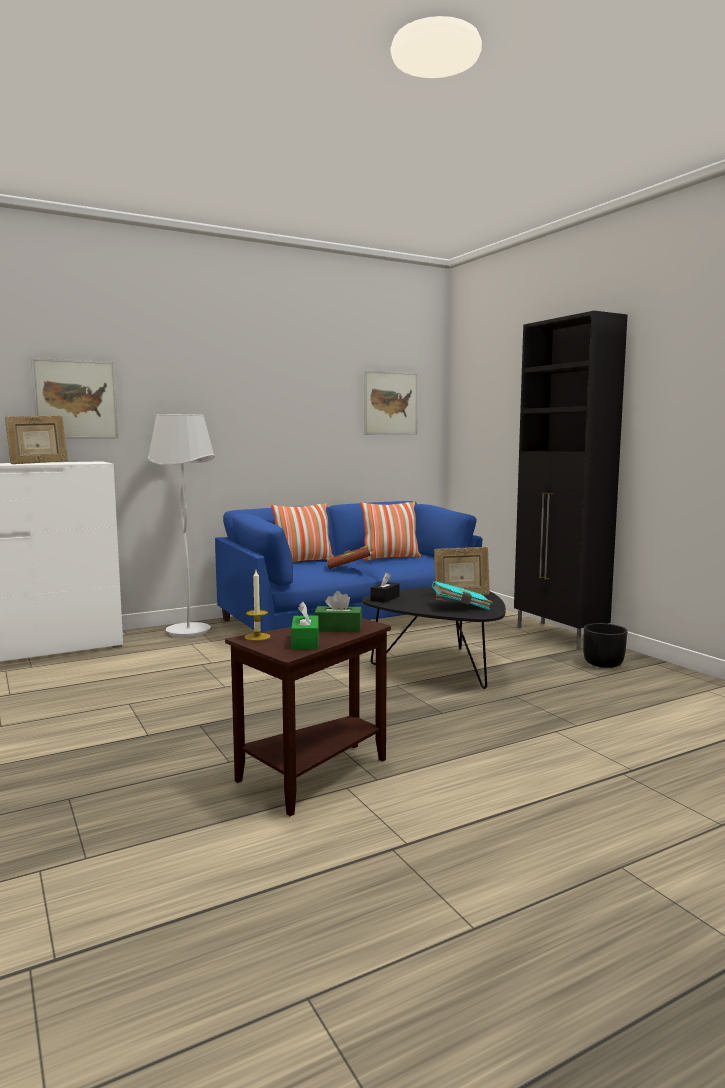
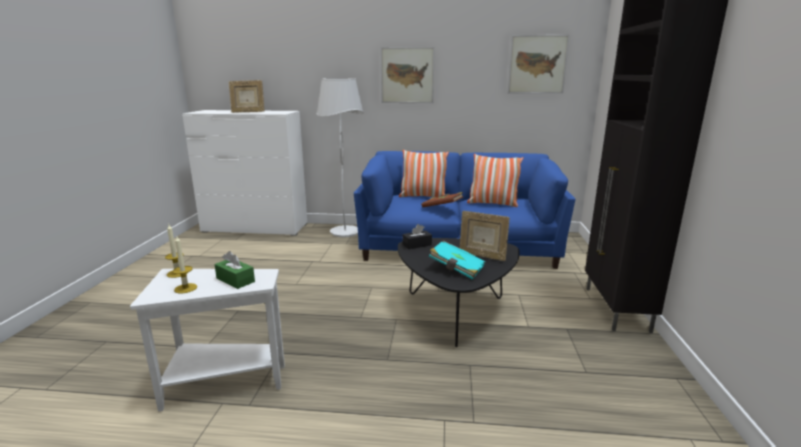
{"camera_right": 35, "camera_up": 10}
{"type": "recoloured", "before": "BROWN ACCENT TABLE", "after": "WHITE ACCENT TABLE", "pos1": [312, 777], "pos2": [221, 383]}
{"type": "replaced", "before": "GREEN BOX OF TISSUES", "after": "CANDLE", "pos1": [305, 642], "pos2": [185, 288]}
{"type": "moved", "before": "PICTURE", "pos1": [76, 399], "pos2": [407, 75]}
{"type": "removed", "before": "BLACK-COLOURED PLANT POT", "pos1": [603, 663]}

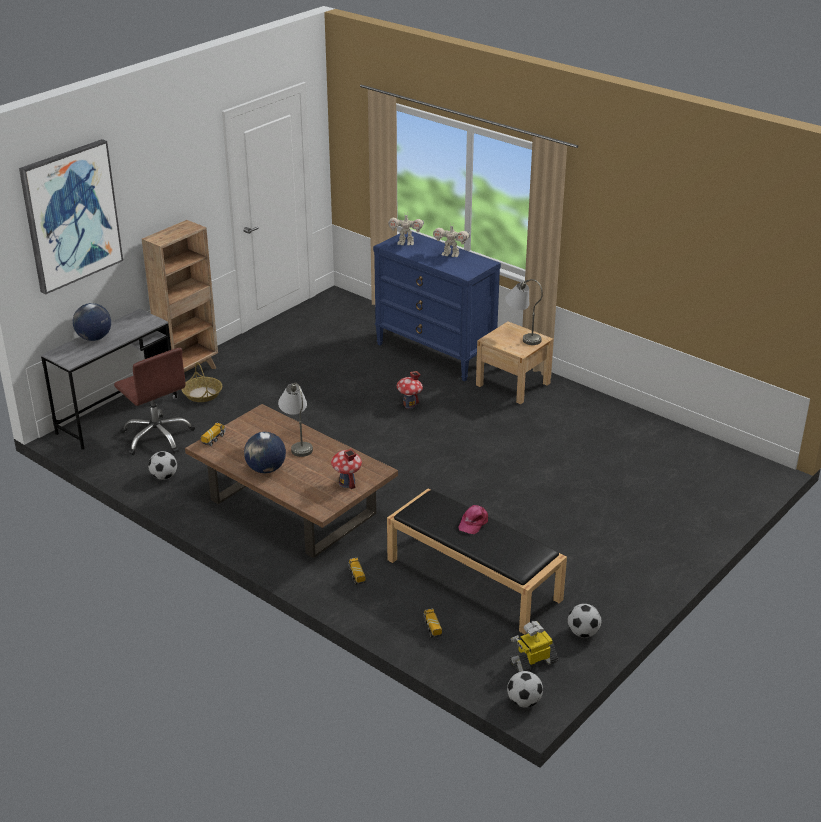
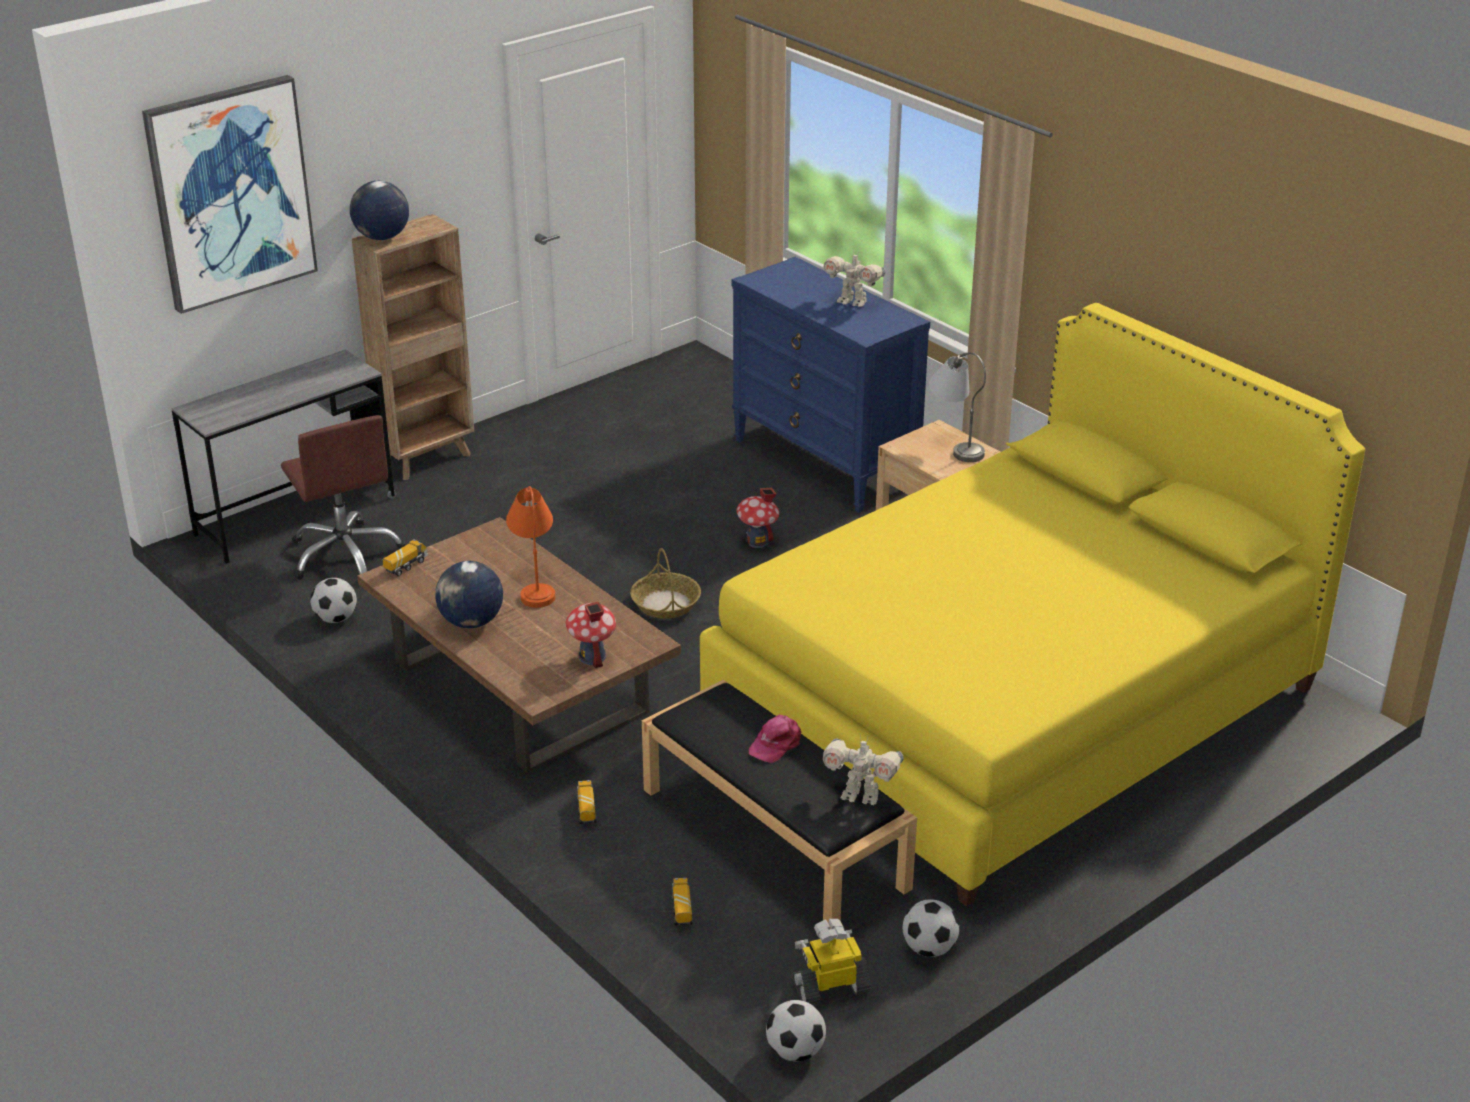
{"camera_right": 10, "camera_up": 0}
{"type": "moved", "before": "WORLD GLOBE", "pos1": [94, 338], "pos2": [381, 237]}
{"type": "recoloured", "before": "GRAY LAMP FOR A TABLE", "after": "ORANGE LAMP FOR A TABLE", "pos1": [298, 442], "pos2": [535, 584]}
{"type": "moved", "before": "BASKET", "pos1": [202, 394], "pos2": [665, 603]}
{"type": "added", "after": "YELLOW SLEEPING BED", "pos2": [1012, 702]}
{"type": "moved", "before": "MODEL ROBOT", "pos1": [406, 243], "pos2": [860, 795]}

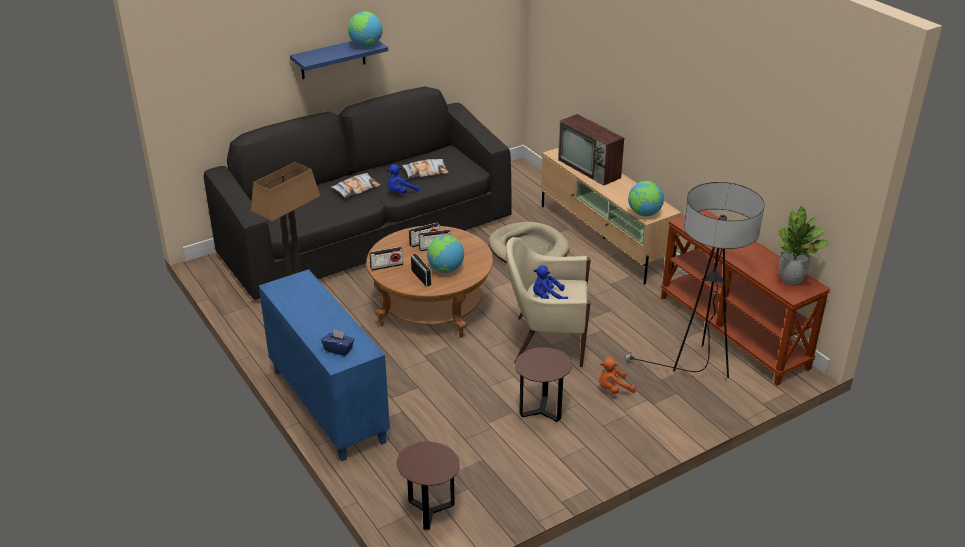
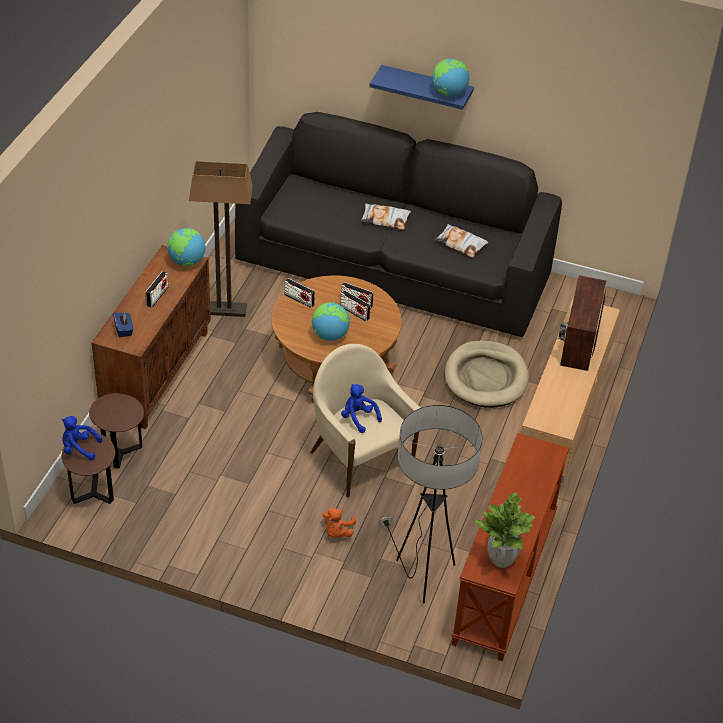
{"camera_right": 50, "camera_up": 10}
{"type": "moved", "before": "BLUE PLUSH TOY", "pos1": [400, 193], "pos2": [79, 448]}
{"type": "moved", "before": "BROWN ACCENT TABLE", "pos1": [541, 411], "pos2": [120, 453]}
{"type": "recoloured", "before": "BLUE CABINET", "after": "BROWN CABINET", "pos1": [326, 405], "pos2": [157, 373]}
{"type": "moved", "before": "RADIO SET", "pos1": [421, 277], "pos2": [157, 296]}
{"type": "moved", "before": "WORLD GLOBE", "pos1": [644, 214], "pos2": [186, 262]}
{"type": "turned", "before": "ORANGE PLUSH TOY", "pos1": [613, 389], "pos2": [337, 532], "turn": -105}

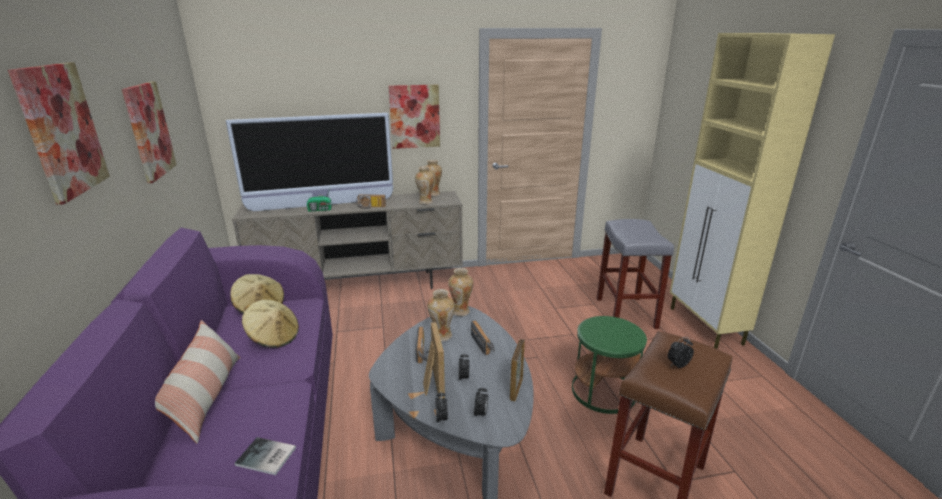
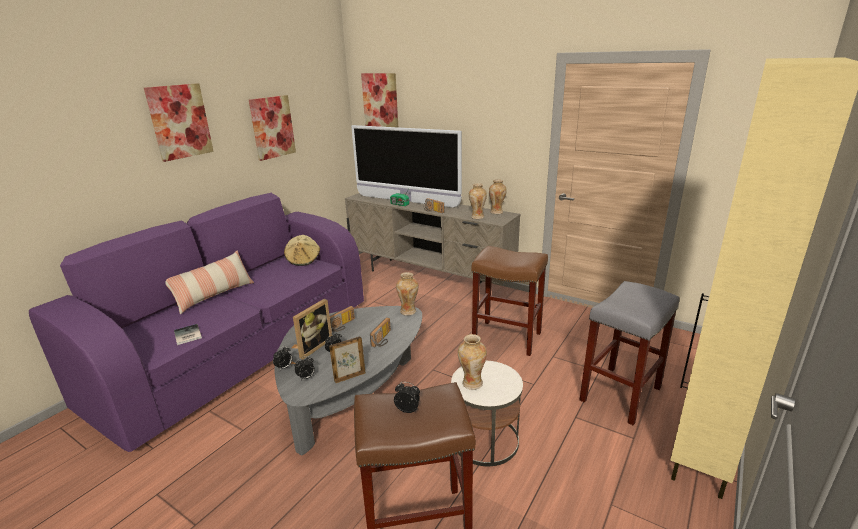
{"camera_right": 45, "camera_up": 0}
{"type": "moved", "before": "PICTURE", "pos1": [414, 116], "pos2": [380, 100]}
{"type": "recoloured", "before": "GREEN ACCENT TABLE", "after": "WHITE ACCENT TABLE", "pos1": [604, 391], "pos2": [485, 440]}
{"type": "moved", "before": "VASE", "pos1": [441, 336], "pos2": [471, 383]}
{"type": "added", "after": "BROWN STOOL SEAT", "pos2": [508, 337]}
{"type": "removed", "before": "SAND-COLOURED WEARABLE HAT", "pos1": [273, 337]}

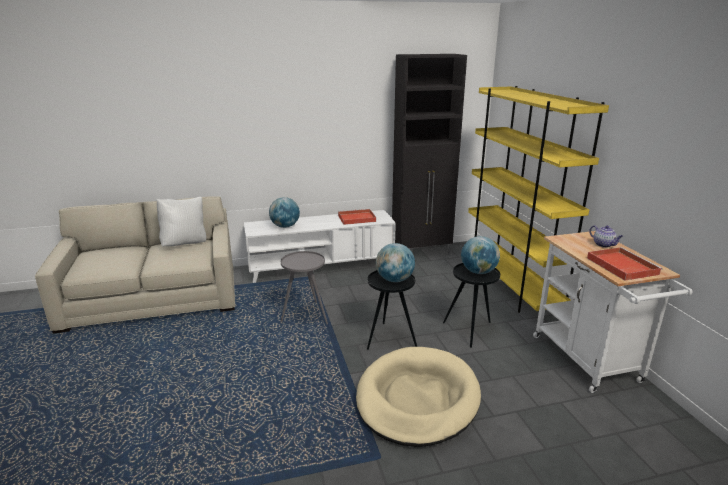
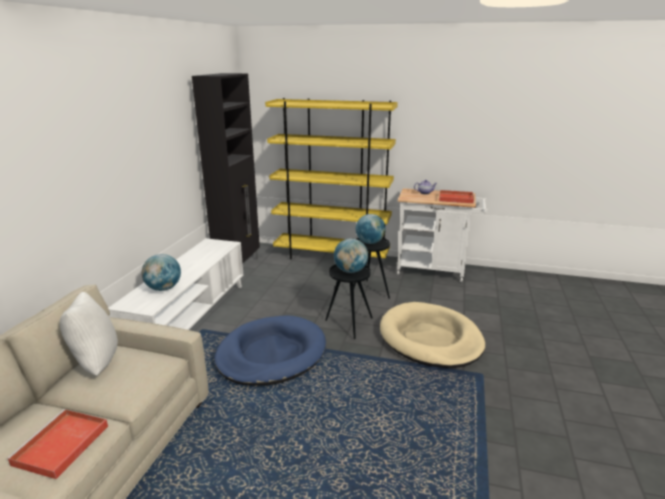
{"camera_right": -60, "camera_up": 0}
{"type": "moved", "before": "RED-COLOURED CARRYING TRAY", "pos1": [356, 218], "pos2": [60, 446]}
{"type": "replaced", "before": "GRAY ACCENT TABLE", "after": "BLUE DOG CUSHION", "pos1": [305, 316], "pos2": [271, 354]}

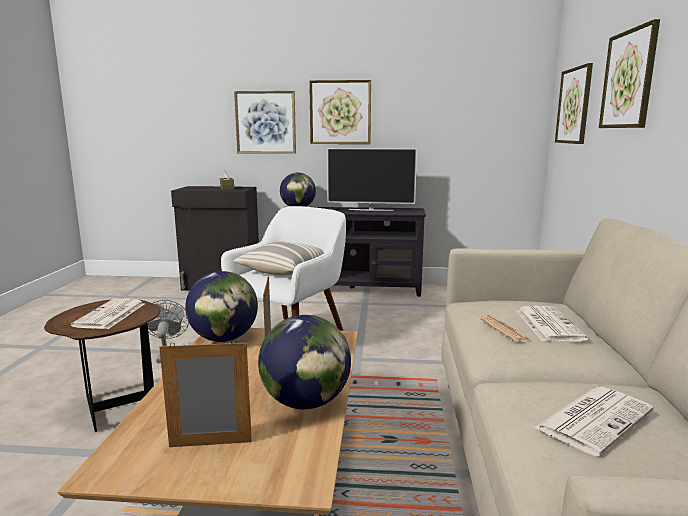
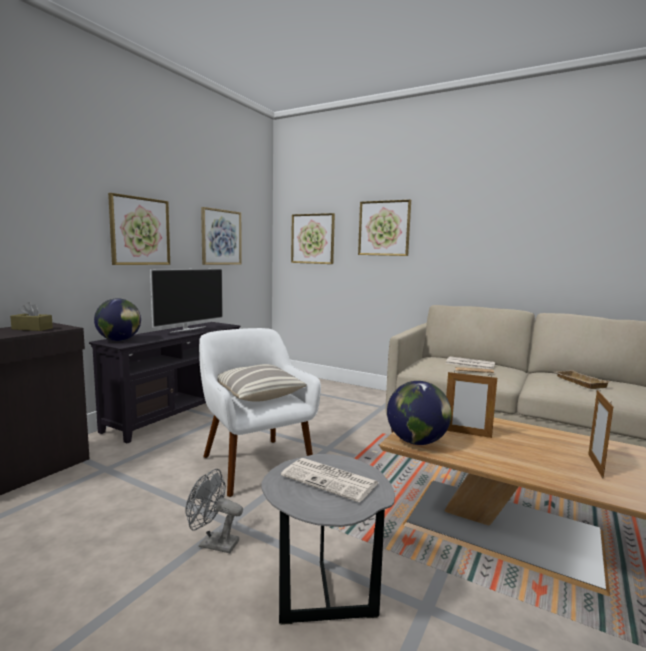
{"camera_right": -65, "camera_up": -5}
{"type": "moved", "before": "PICTURE", "pos1": [265, 122], "pos2": [221, 237]}
{"type": "recoloured", "before": "BROWN ACCENT TABLE", "after": "GRAY ACCENT TABLE", "pos1": [116, 406], "pos2": [324, 596]}
{"type": "replaced", "before": "NEWSPAPER", "after": "SAND-COLOURED CARRYING TRAY", "pos1": [594, 419], "pos2": [578, 382]}
{"type": "removed", "before": "WORLD GLOBE", "pos1": [305, 402]}

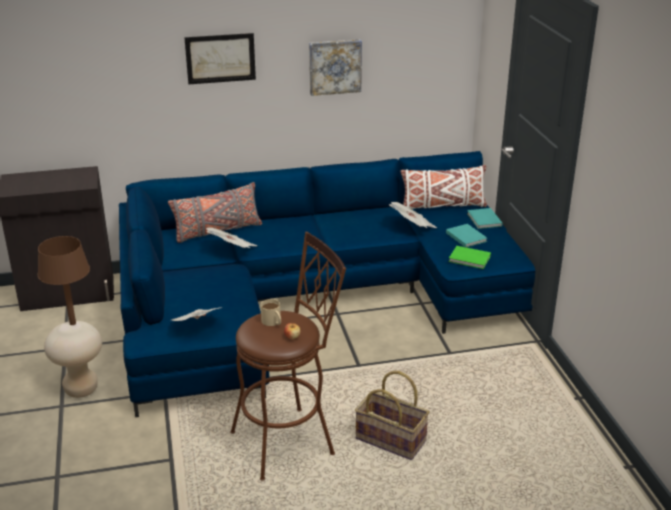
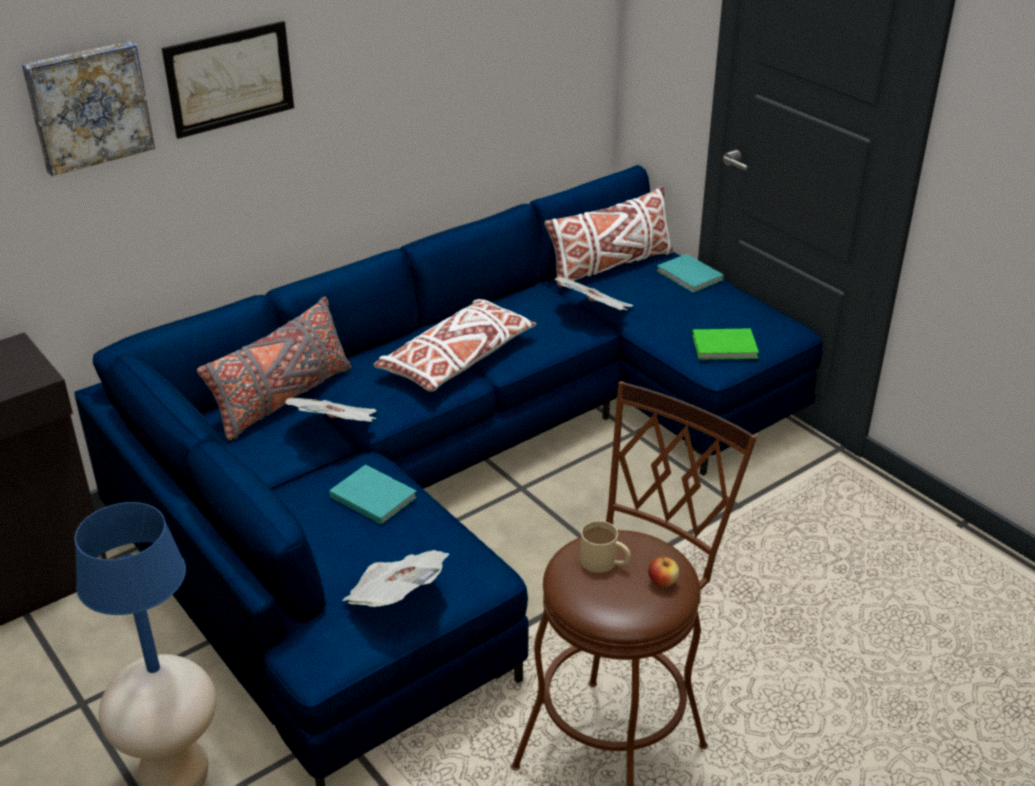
{"camera_right": -25, "camera_up": 5}
{"type": "moved", "before": "PICTURE", "pos1": [334, 66], "pos2": [88, 106]}
{"type": "recoloured", "before": "BROWN LAMP FOR A TABLE", "after": "BLUE LAMP FOR A TABLE", "pos1": [72, 323], "pos2": [153, 668]}
{"type": "moved", "before": "TURQUOISE-COLOURED BOOK", "pos1": [466, 236], "pos2": [372, 496]}
{"type": "added", "after": "WHITE CUSHION", "pos2": [456, 360]}
{"type": "removed", "before": "BASKET", "pos1": [391, 439]}

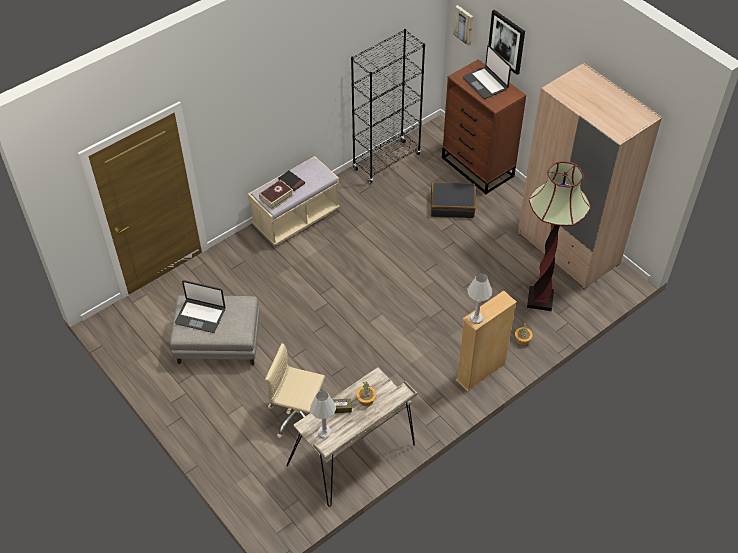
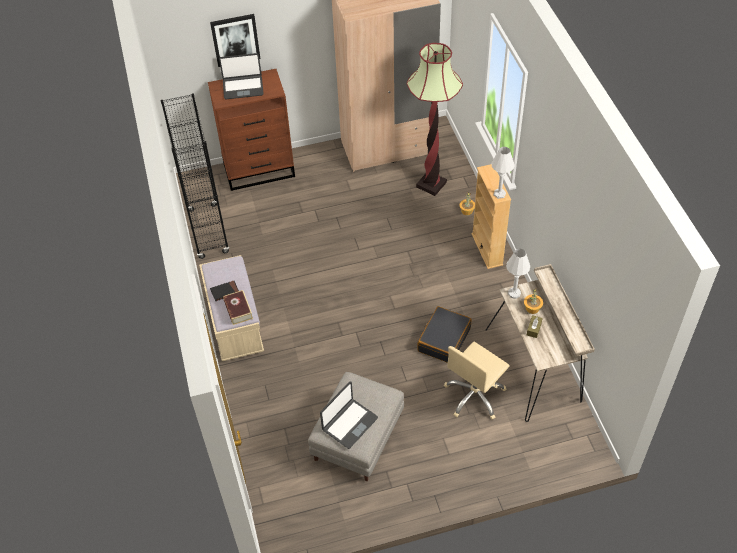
{"camera_right": -65, "camera_up": 0}
{"type": "moved", "before": "BLACK-COLOURED TRAVEL CASE", "pos1": [452, 205], "pos2": [443, 339]}
{"type": "moved", "before": "WHITE LAMP FOR A TABLE", "pos1": [324, 432], "pos2": [514, 293]}
{"type": "removed", "before": "PICTURE", "pos1": [464, 24]}

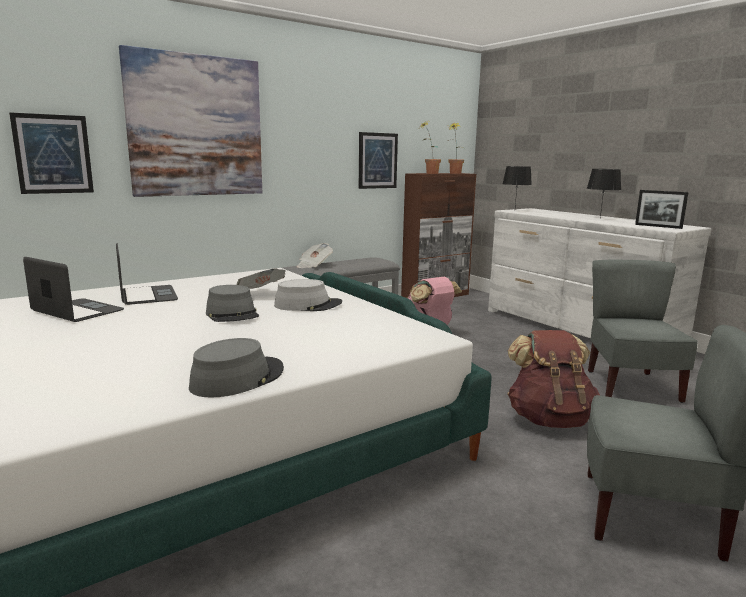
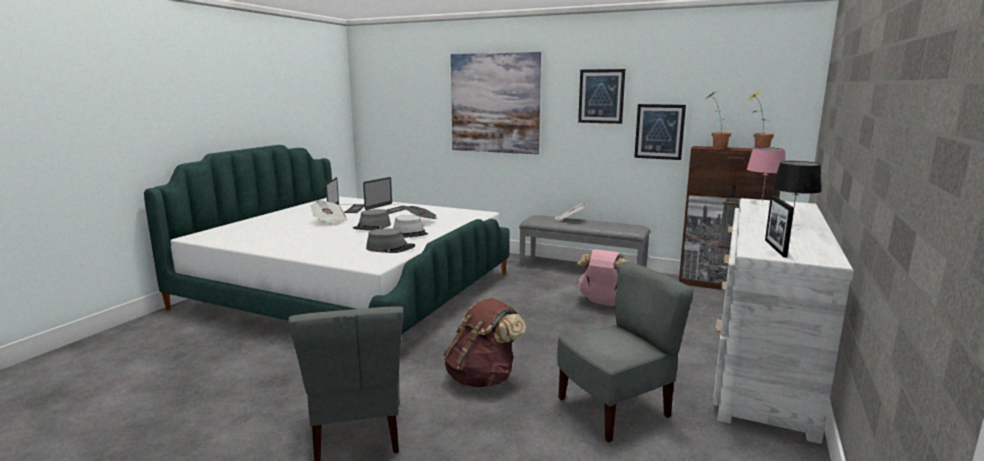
{"camera_right": 60, "camera_up": 0}
{"type": "added", "after": "NEWSPAPER", "pos2": [329, 222]}
{"type": "moved", "before": "GRAY WEARABLE HAT", "pos1": [237, 378], "pos2": [390, 248]}
{"type": "moved", "before": "PICTURE", "pos1": [53, 154], "pos2": [601, 96]}
{"type": "recoloured", "before": "BLACK-COLOURED LAMP FOR A TABLE", "after": "PINK-COLOURED LAMP FOR A TABLE", "pos1": [514, 210], "pos2": [761, 201]}

